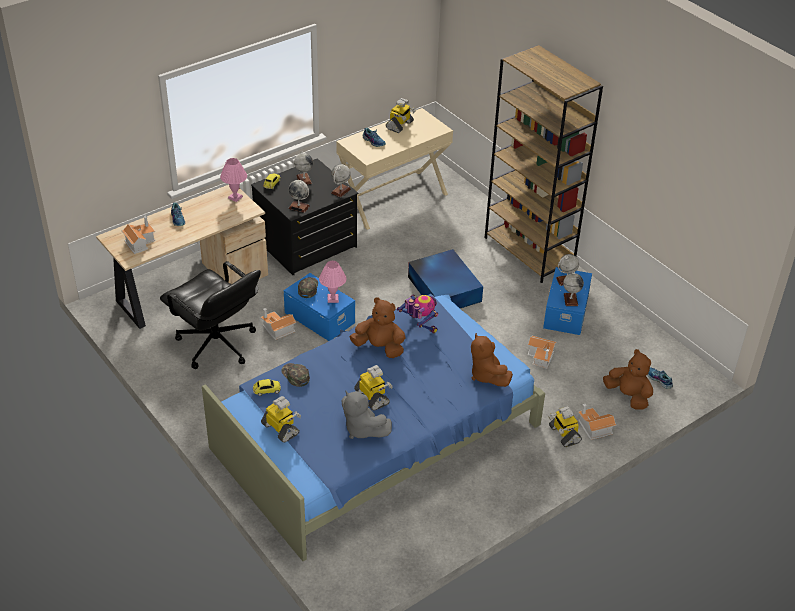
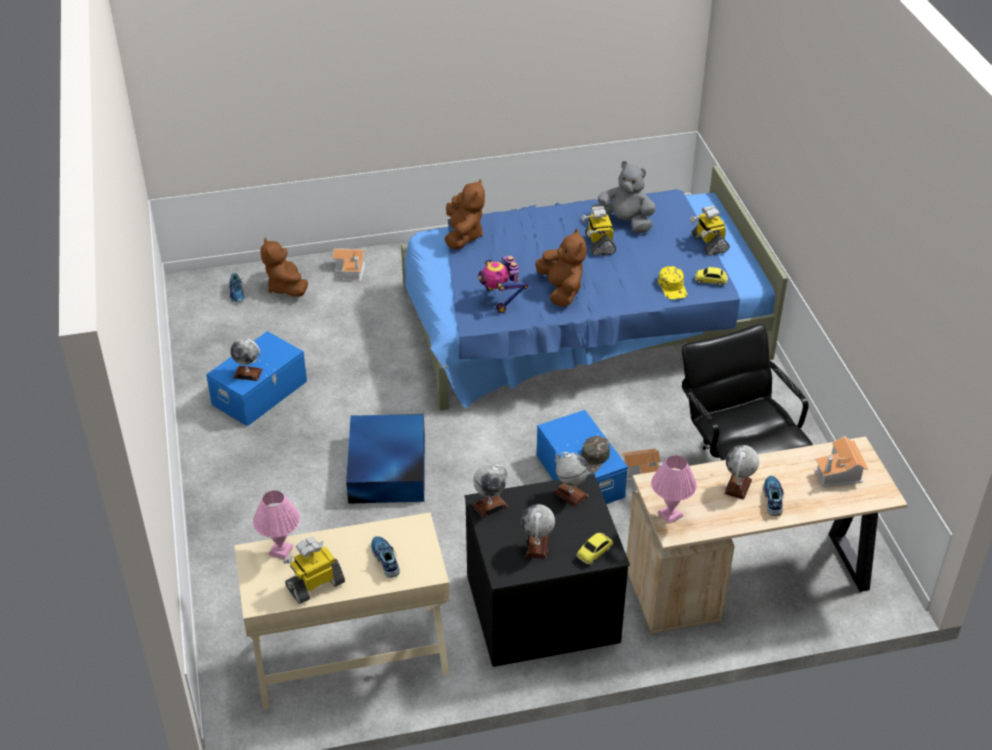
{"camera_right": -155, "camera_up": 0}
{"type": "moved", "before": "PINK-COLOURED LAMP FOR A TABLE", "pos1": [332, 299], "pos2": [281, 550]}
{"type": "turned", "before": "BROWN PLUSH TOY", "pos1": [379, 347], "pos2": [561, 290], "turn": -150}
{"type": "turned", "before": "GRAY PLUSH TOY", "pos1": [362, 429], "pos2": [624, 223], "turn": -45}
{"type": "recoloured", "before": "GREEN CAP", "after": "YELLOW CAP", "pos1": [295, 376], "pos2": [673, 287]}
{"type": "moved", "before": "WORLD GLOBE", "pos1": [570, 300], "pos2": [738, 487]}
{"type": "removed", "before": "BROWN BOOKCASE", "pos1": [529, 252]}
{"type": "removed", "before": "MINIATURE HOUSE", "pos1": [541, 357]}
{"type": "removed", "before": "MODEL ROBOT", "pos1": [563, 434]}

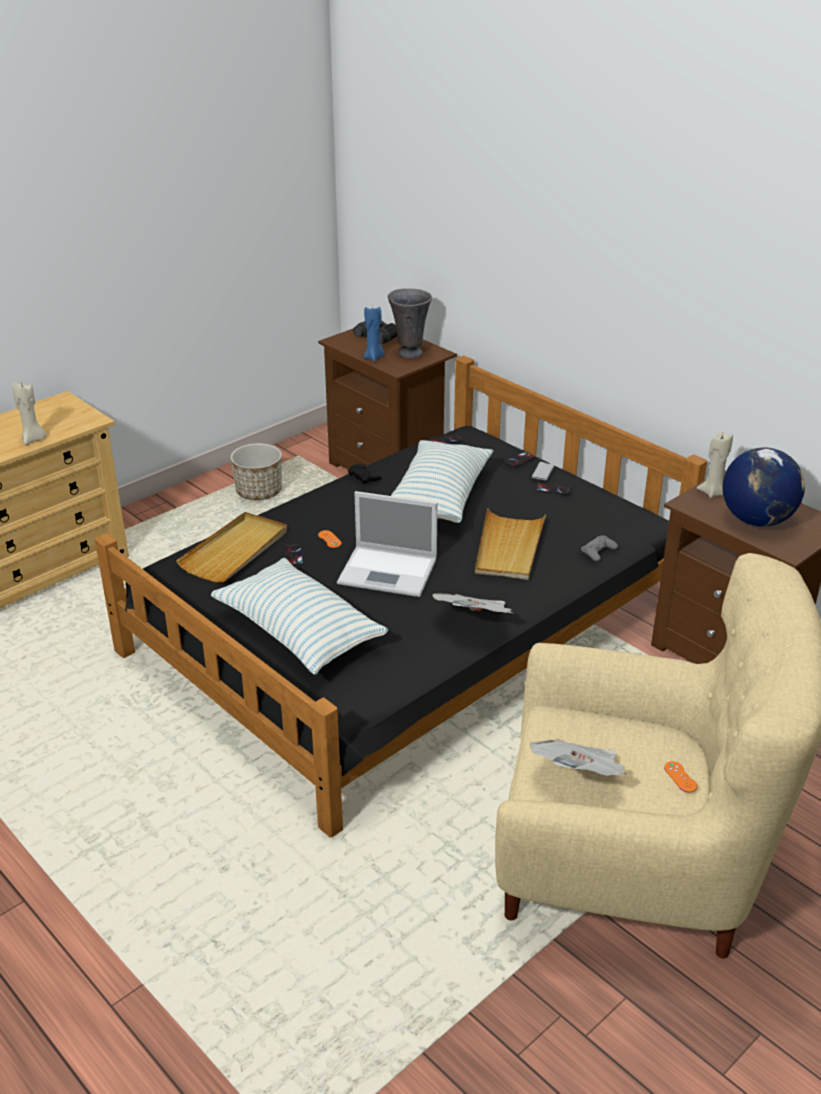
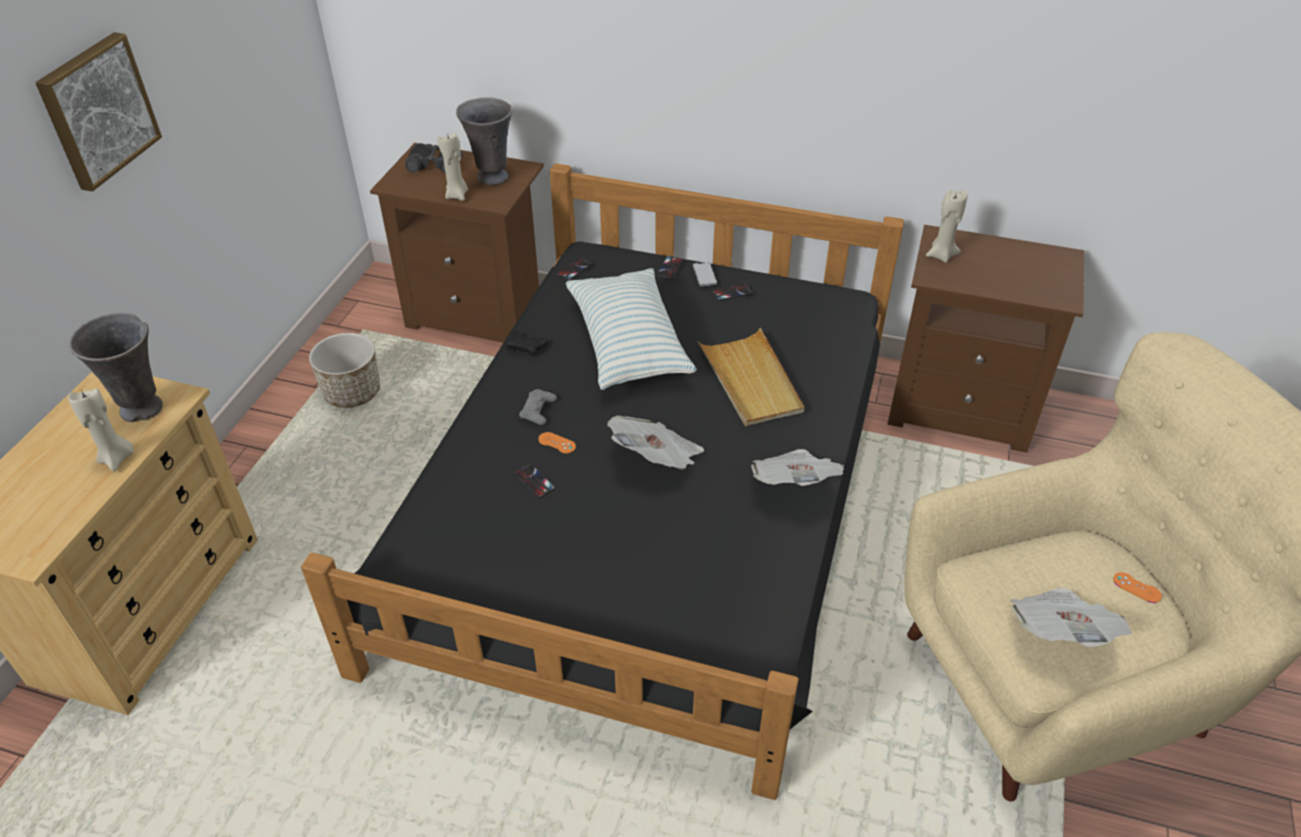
{"camera_right": -30, "camera_up": 10}
{"type": "added", "after": "PICTURE", "pos2": [97, 110]}
{"type": "added", "after": "GRAY VASE", "pos2": [143, 410]}
{"type": "recoloured", "before": "BLUE CANDLE", "after": "SAND-COLOURED CANDLE", "pos1": [374, 358], "pos2": [457, 195]}
{"type": "moved", "before": "GRAY GAMEPAD", "pos1": [598, 551], "pos2": [538, 410]}
{"type": "replaced", "before": "NOTEBOOK COMPUTER", "after": "NEWSPAPER", "pos1": [389, 571], "pos2": [657, 459]}
{"type": "removed", "before": "SAND-COLOURED CARRYING TRAY", "pos1": [235, 550]}
{"type": "removed", "before": "CUSHION", "pos1": [299, 632]}
{"type": "removed", "before": "WORLD GLOBE", "pos1": [756, 520]}

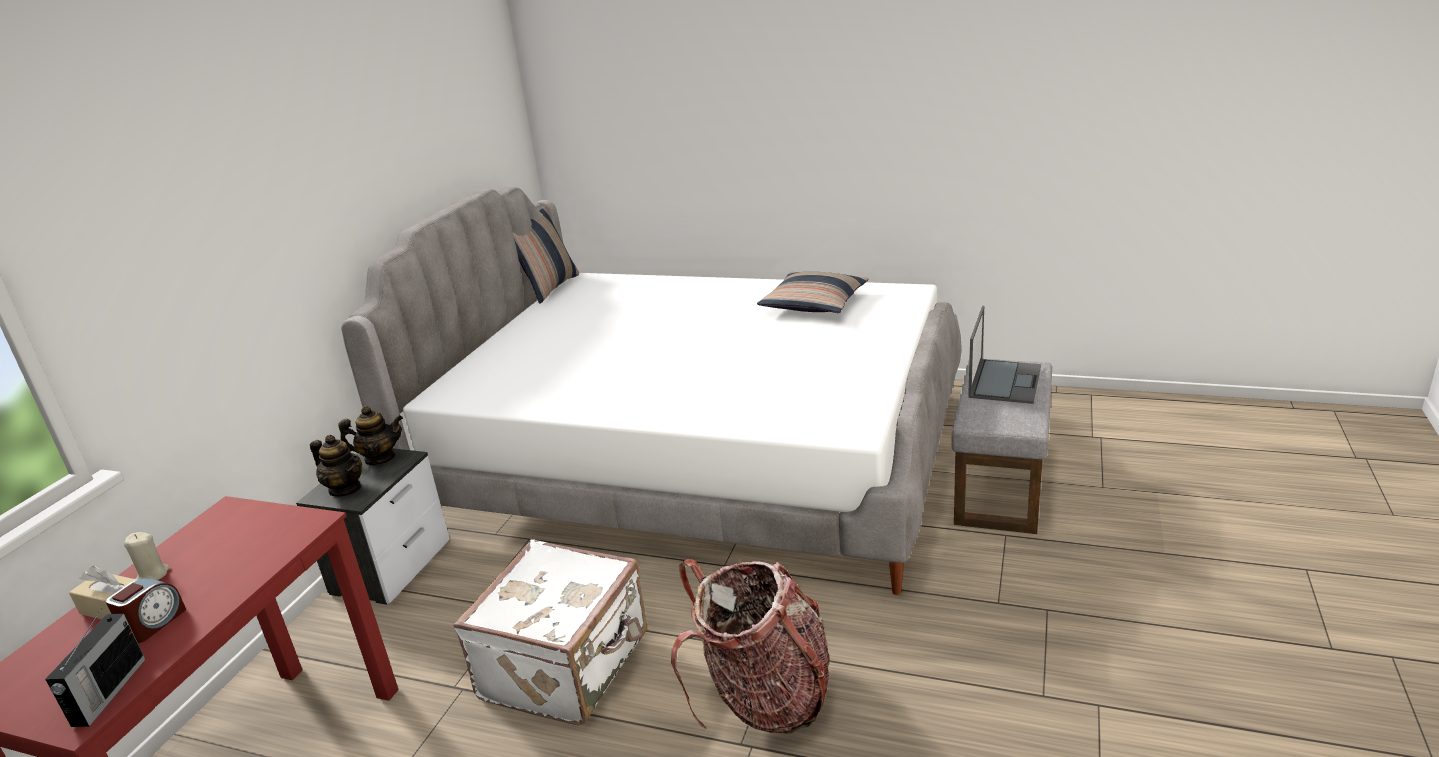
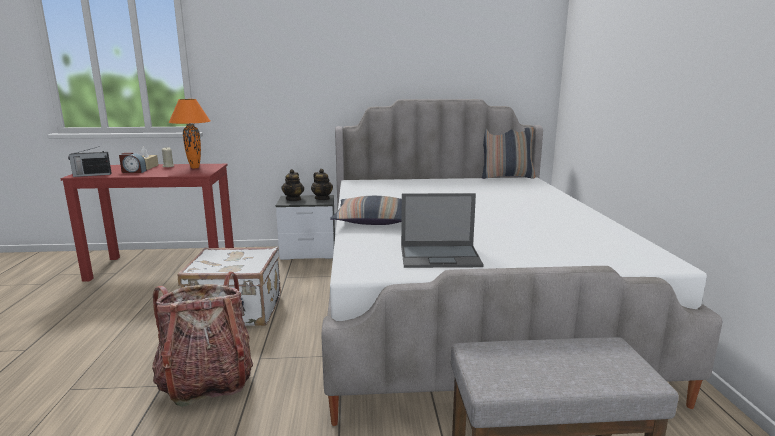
{"camera_right": 65, "camera_up": -10}
{"type": "added", "after": "ORANGE LAMP FOR A TABLE", "pos2": [195, 167]}
{"type": "moved", "before": "CUSHION", "pos1": [814, 304], "pos2": [373, 220]}
{"type": "moved", "before": "NOTEBOOK COMPUTER", "pos1": [1004, 381], "pos2": [441, 256]}

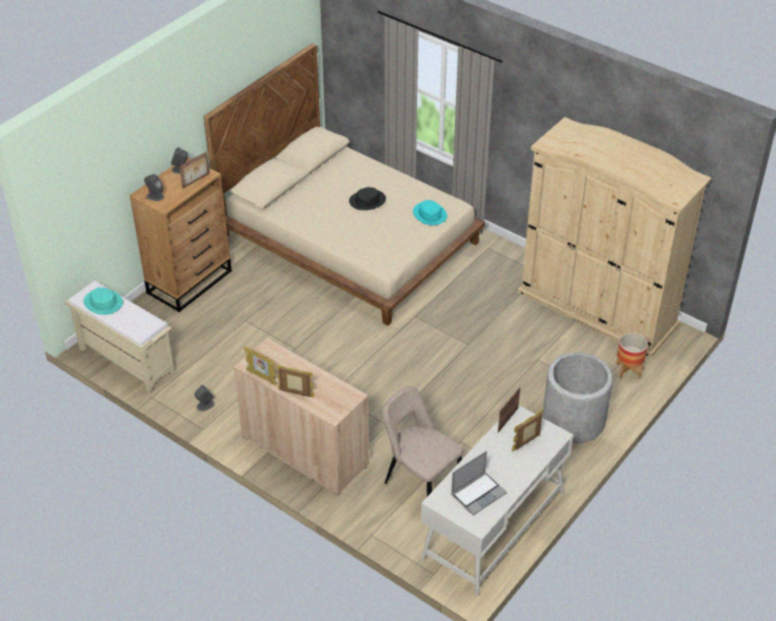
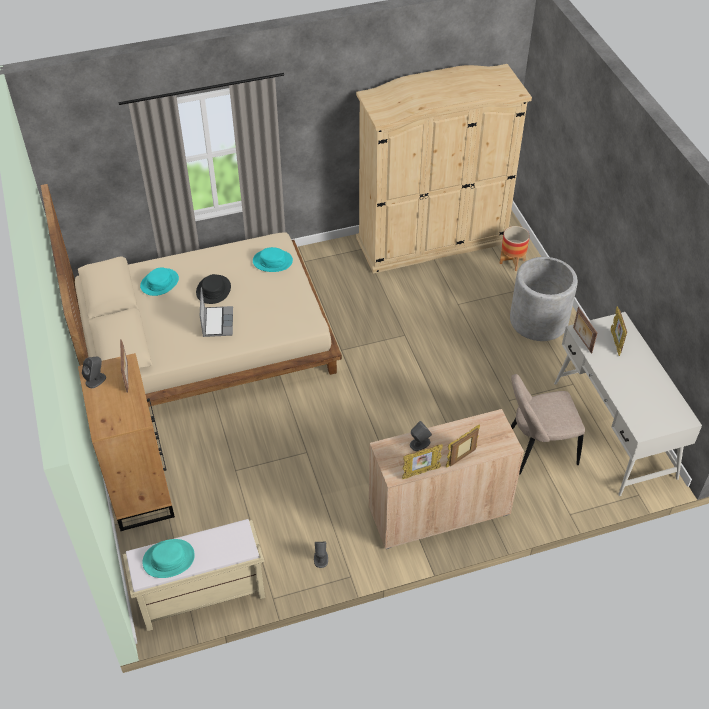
{"camera_right": -55, "camera_up": 5}
{"type": "added", "after": "TURQUOISE-COLOURED WEARABLE HAT", "pos2": [159, 282]}
{"type": "moved", "before": "NOTEBOOK COMPUTER", "pos1": [478, 493], "pos2": [217, 322]}
{"type": "moved", "before": "GRAY SPEAKER", "pos1": [155, 196], "pos2": [419, 443]}

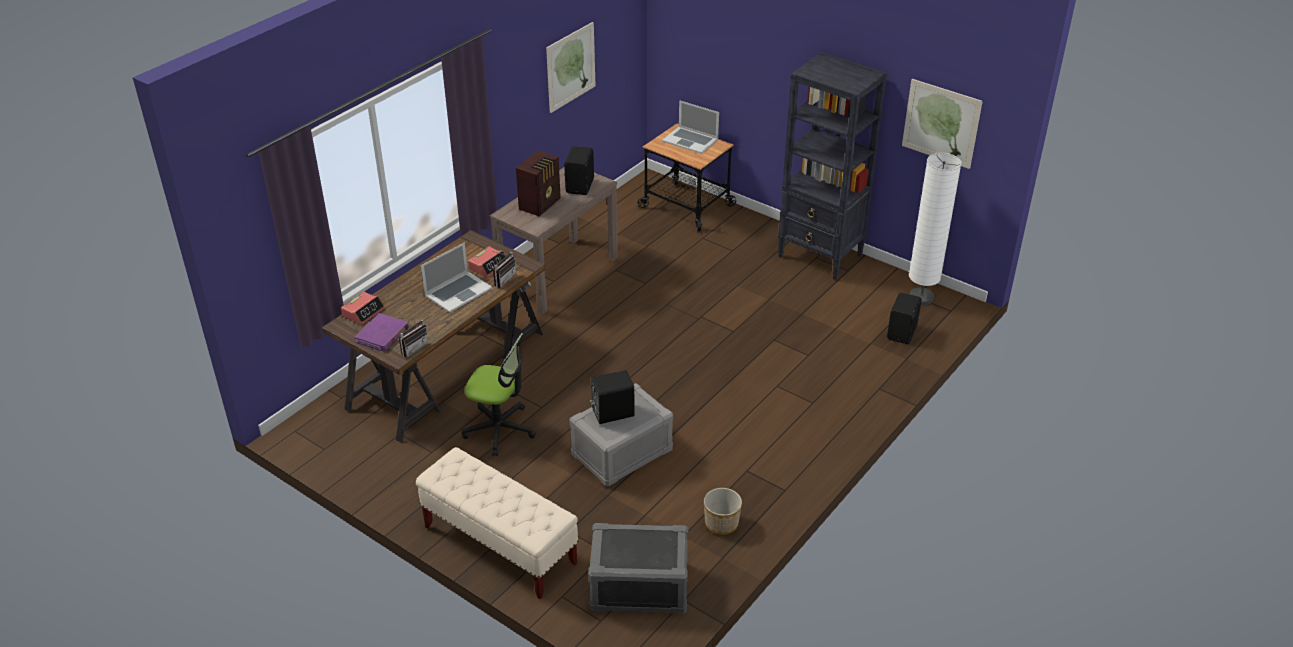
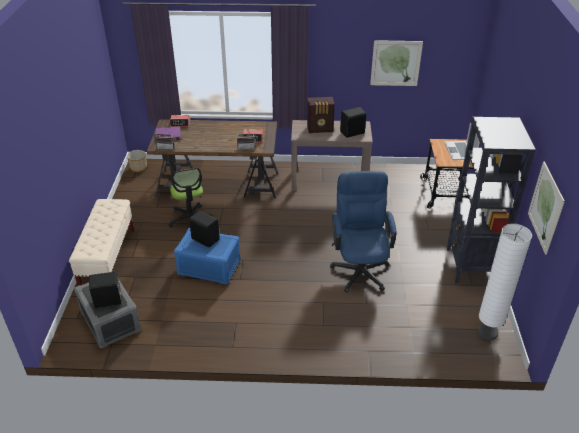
{"camera_right": 55, "camera_up": 0}
{"type": "moved", "before": "BLACK-COLOURED SPEAKER", "pos1": [903, 333], "pos2": [109, 301]}
{"type": "moved", "before": "PLANT POT", "pos1": [721, 523], "pos2": [138, 168]}
{"type": "recoloured", "before": "GRAY STORAGE BOX", "after": "BLUE STORAGE BOX", "pos1": [622, 453], "pos2": [208, 267]}
{"type": "added", "after": "BLUE COMPUTER CHAIR", "pos2": [360, 268]}
{"type": "removed", "before": "NOTEBOOK COMPUTER", "pos1": [458, 292]}

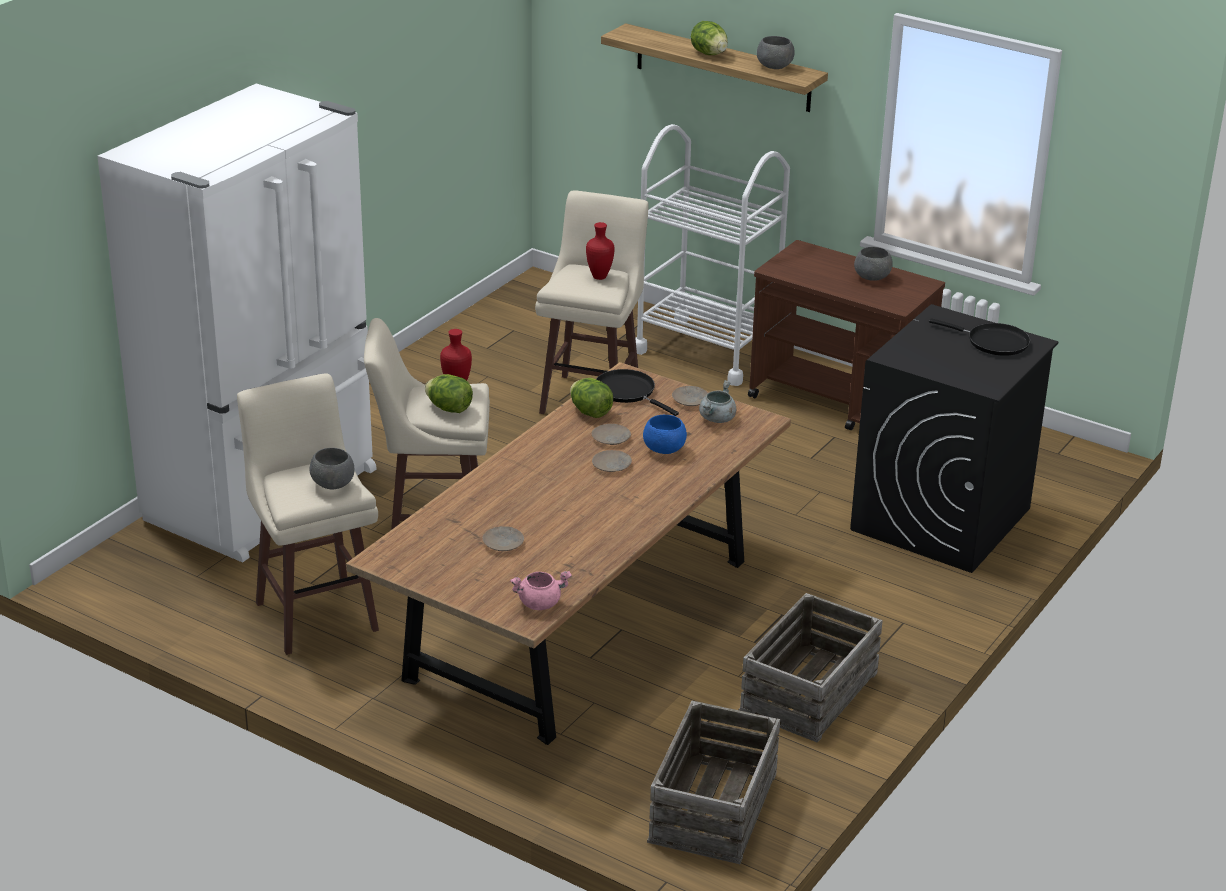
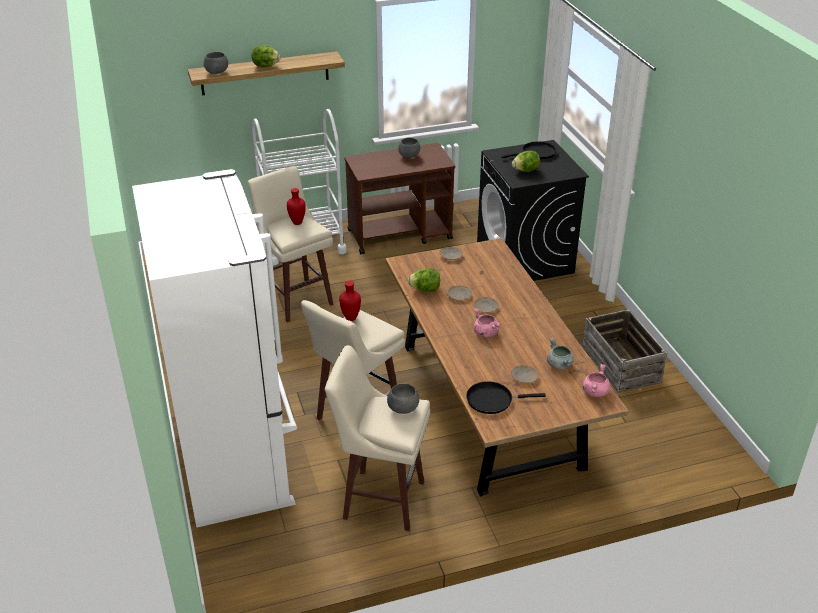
{"camera_right": -50, "camera_up": 5}
{"type": "moved", "before": "GRAY SERVING BOWL", "pos1": [774, 67], "pos2": [217, 72]}
{"type": "moved", "before": "BLACK-COLOURED SKILLET", "pos1": [628, 392], "pos2": [493, 400]}
{"type": "added", "after": "PINK-COLOURED STOCKPOT", "pos2": [485, 333]}
{"type": "moved", "before": "HEAD OF LETTUCE", "pos1": [449, 409], "pos2": [525, 170]}
{"type": "moved", "before": "GRAY STOCKPOT", "pos1": [717, 419], "pos2": [560, 365]}
{"type": "removed", "before": "BLUE SERVING BOWL", "pos1": [664, 450]}
{"type": "removed", "before": "CRATE", "pos1": [714, 808]}

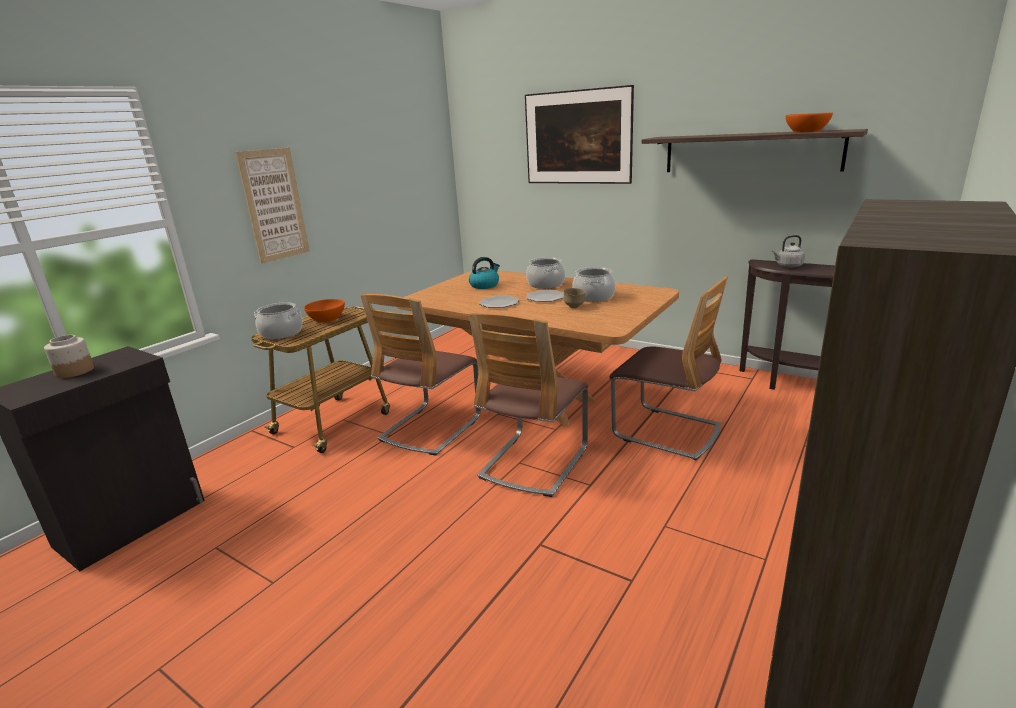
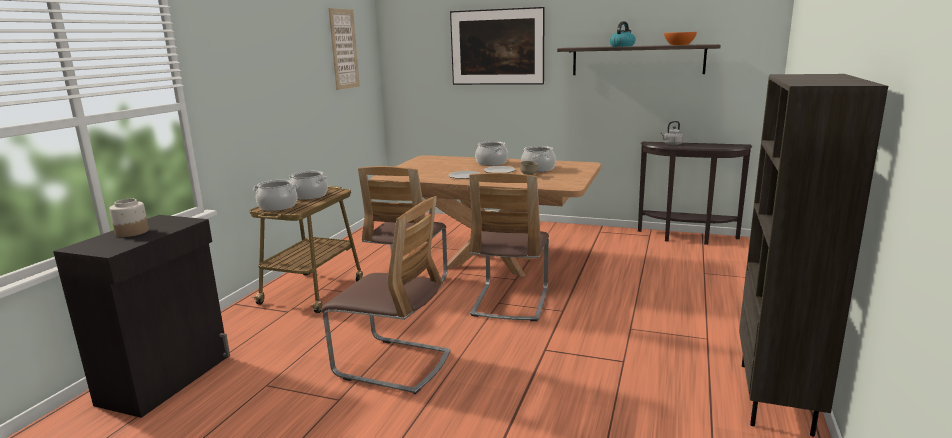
{"camera_right": -15, "camera_up": -5}
{"type": "replaced", "before": "ORANGE SERVING BOWL", "after": "STOCKPOT", "pos1": [327, 319], "pos2": [310, 196]}
{"type": "moved", "before": "UPRIGHT CHAIR", "pos1": [666, 431], "pos2": [393, 364]}
{"type": "moved", "before": "PICTURE", "pos1": [274, 205], "pos2": [344, 49]}
{"type": "moved", "before": "KETTLE", "pos1": [484, 285], "pos2": [622, 46]}

